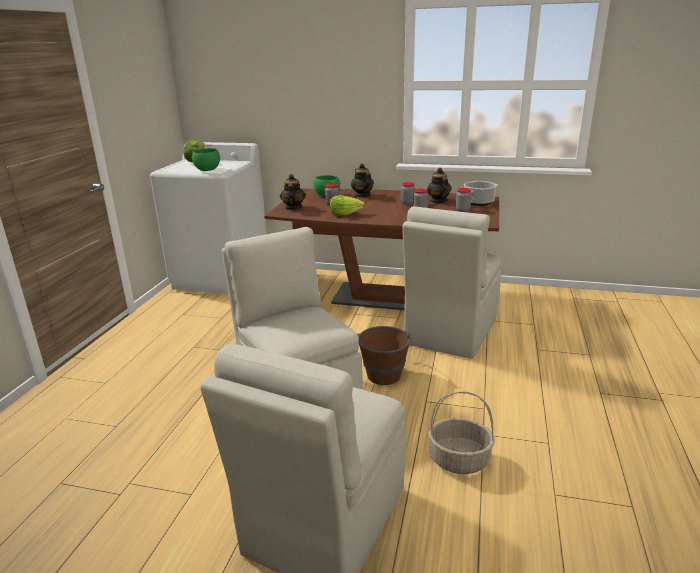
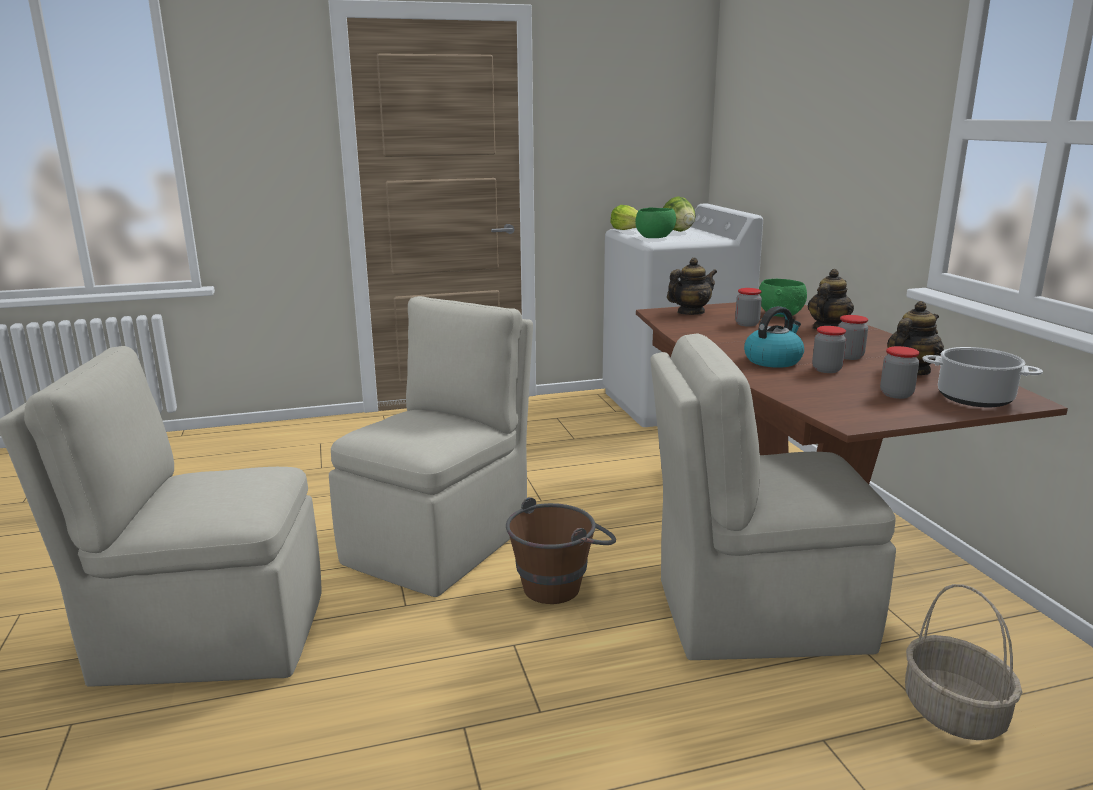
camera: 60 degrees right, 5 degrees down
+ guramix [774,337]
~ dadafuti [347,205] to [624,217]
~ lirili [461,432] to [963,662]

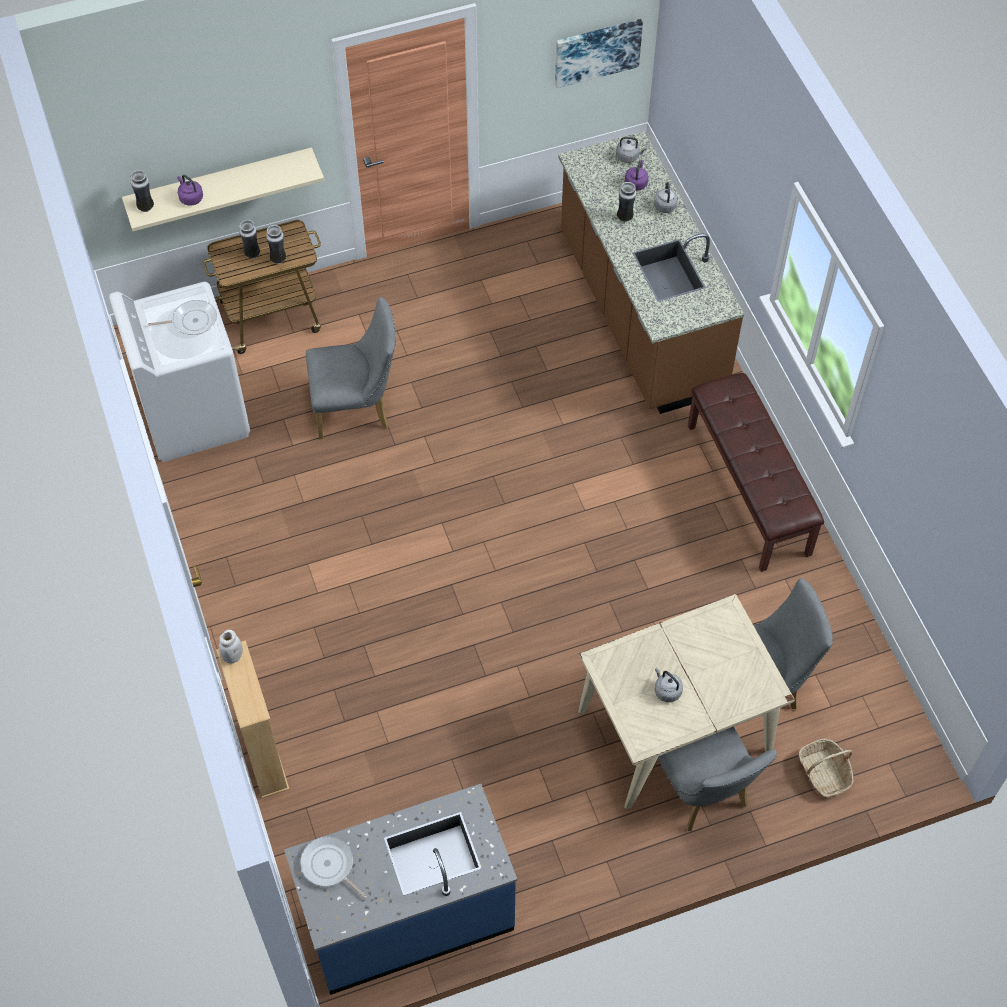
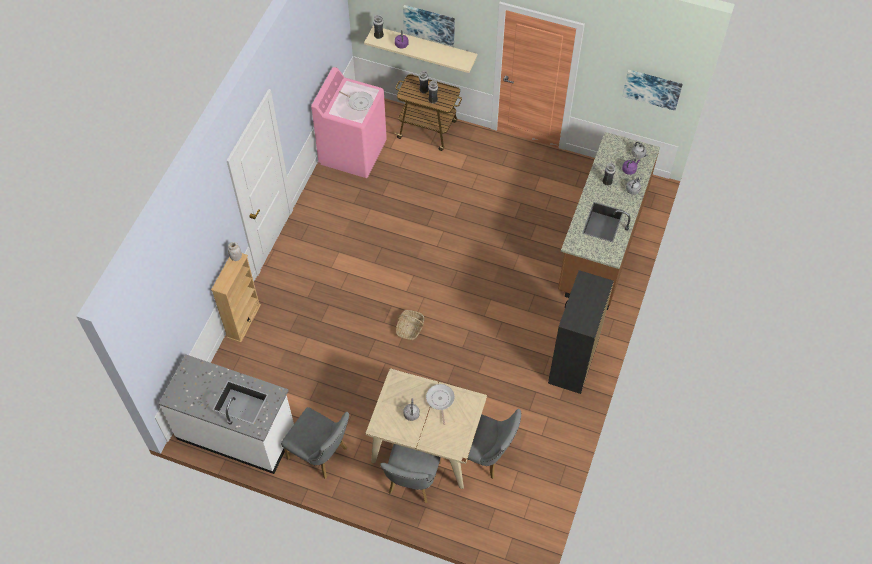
camera: 40 degrees right, 0 degrees up
+ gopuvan [429,25]
~ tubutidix [334,867] to [440,404]
~ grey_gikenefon [351,368] to [315,443]
~ lirili [826,768] to [410,325]
~ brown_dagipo [756,472] to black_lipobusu [581,332]
~ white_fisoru [179,372] to pink_fisoru [349,122]
~ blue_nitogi [400,889] to white_nitogi [226,414]

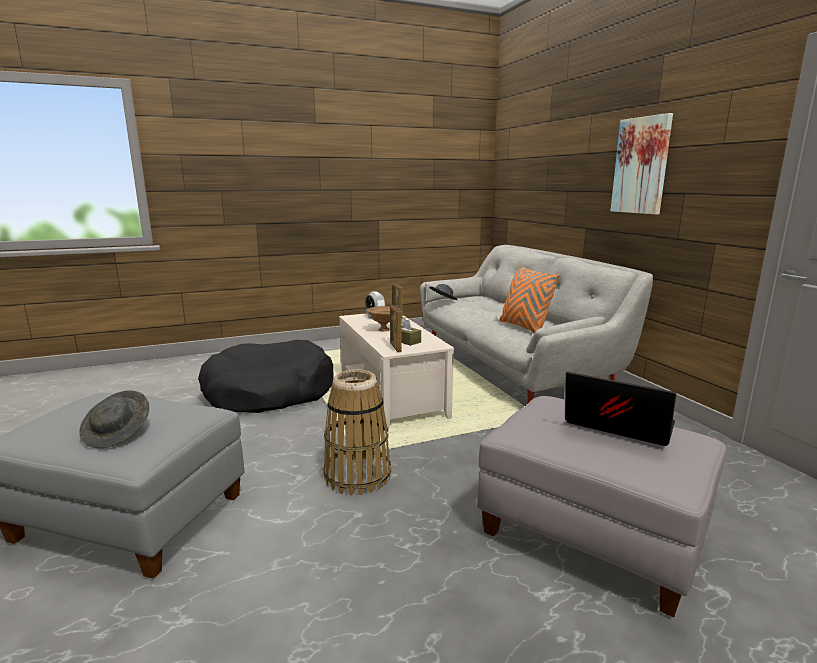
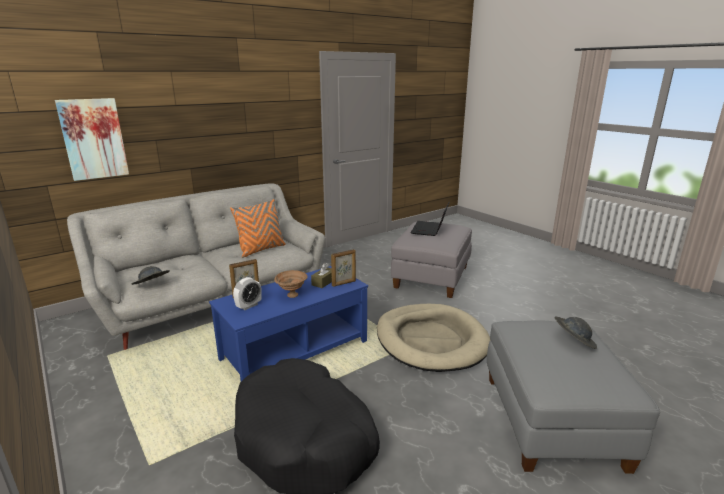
camera: 105 degrees left, 5 degrees up
~ gopuvan [642,164] to [92,139]
~ lirili [357,432] to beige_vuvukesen [433,338]
~ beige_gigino [396,372] to blue_gigino [288,323]

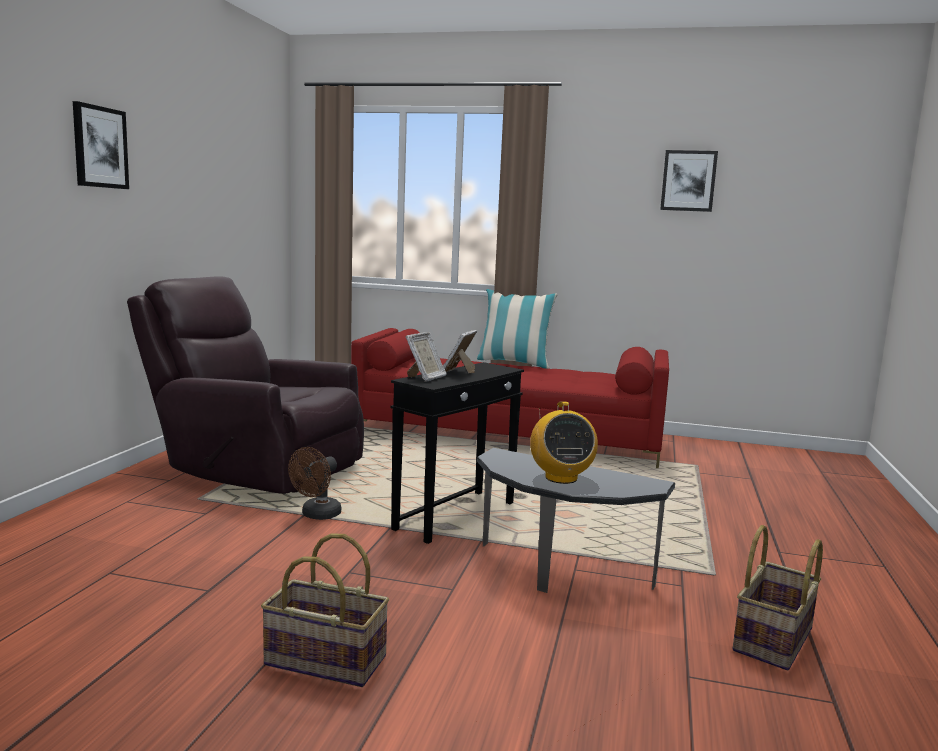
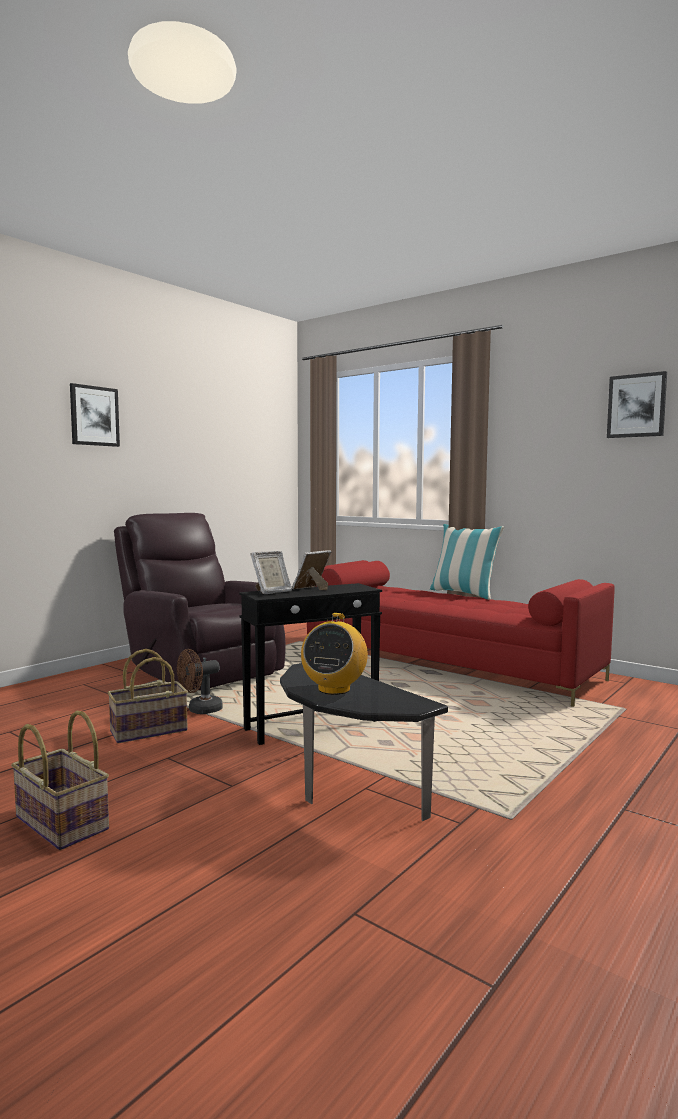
camera: 25 degrees right, 5 degrees down
~ lirili [778,597] to [148,696]

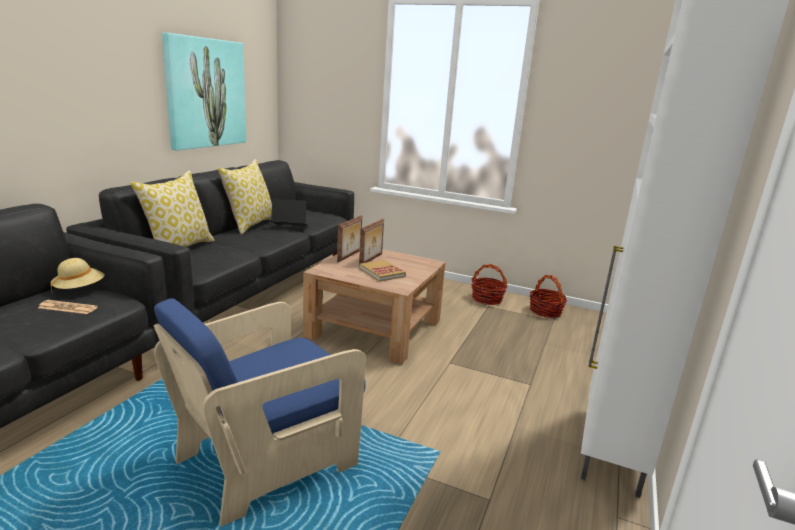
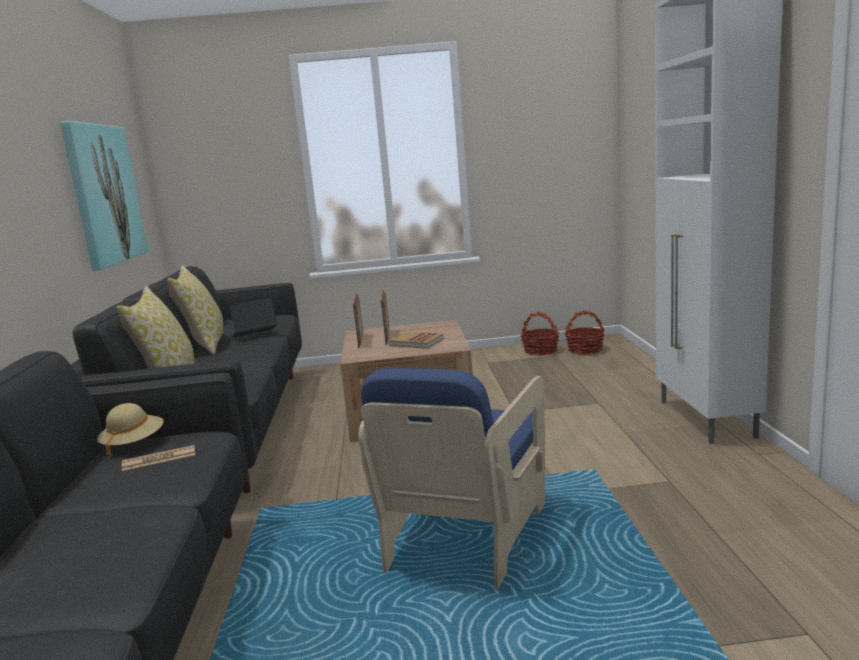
camera: 25 degrees left, 5 degrees down
~ lirili [489,284] to [585,332]

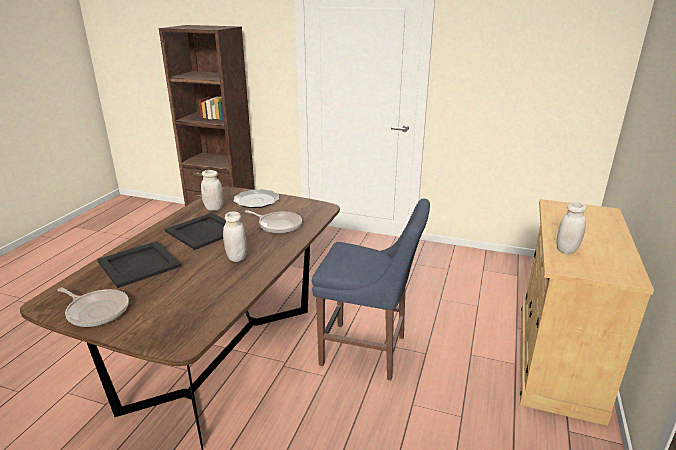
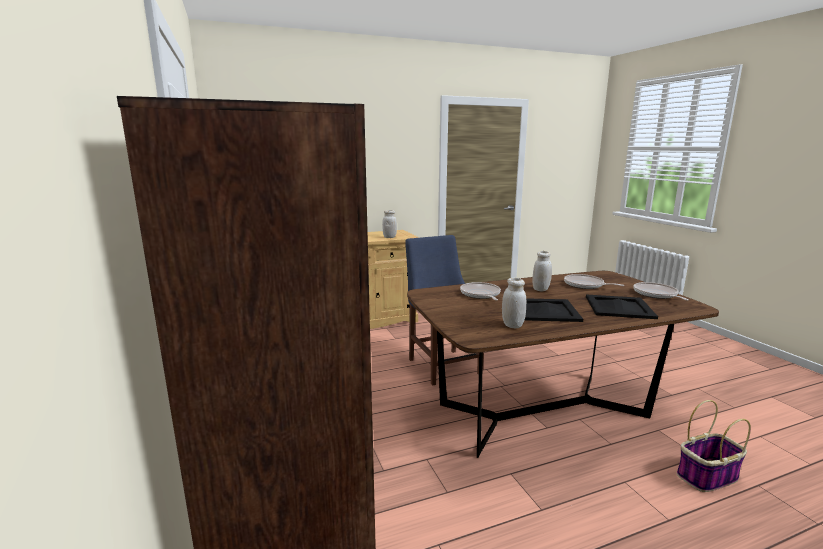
camera: 130 degrees left, 10 degrees down
- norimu [256,198]
+ tubutidix [594,281]
+ lirili [714,446]

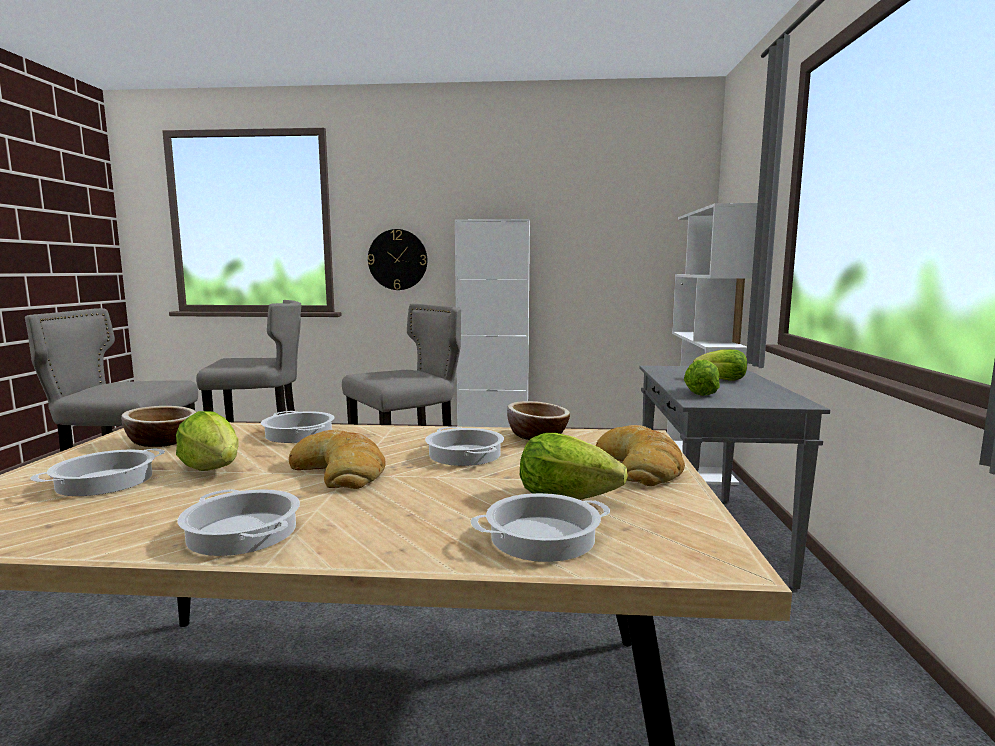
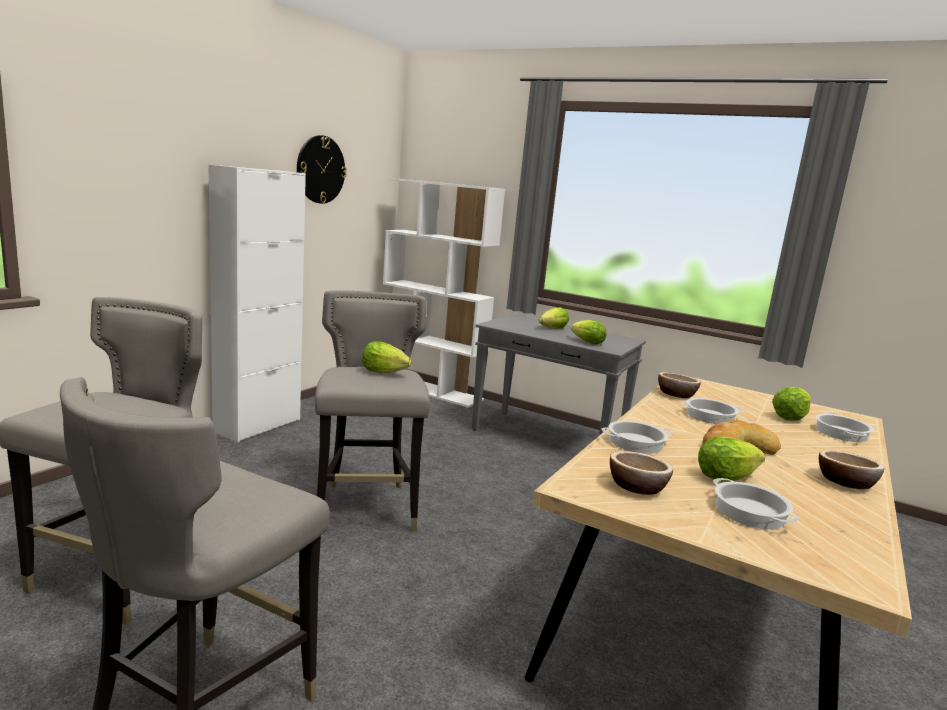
camera: 65 degrees left, 5 degrees up
- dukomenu [640,455]
+ dadafuti [386,357]
~ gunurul [397,259] to [321,169]
~ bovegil [239,522] to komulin [852,469]

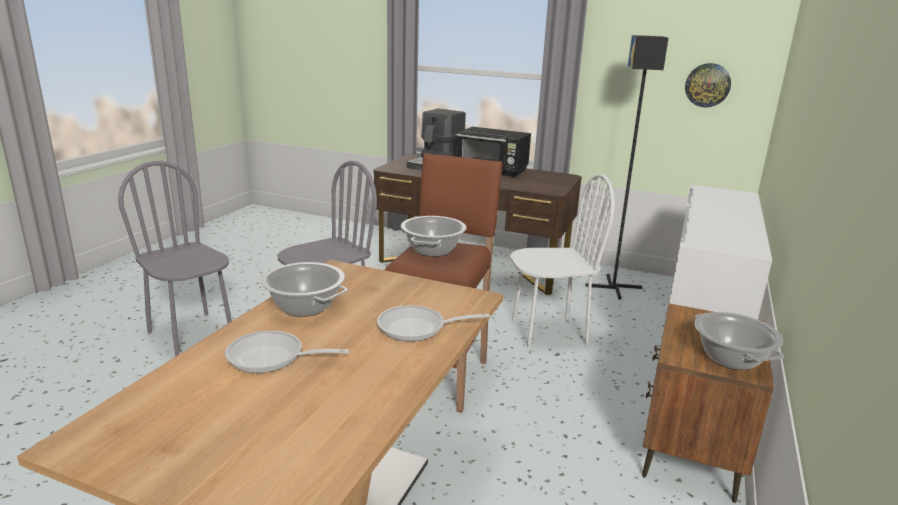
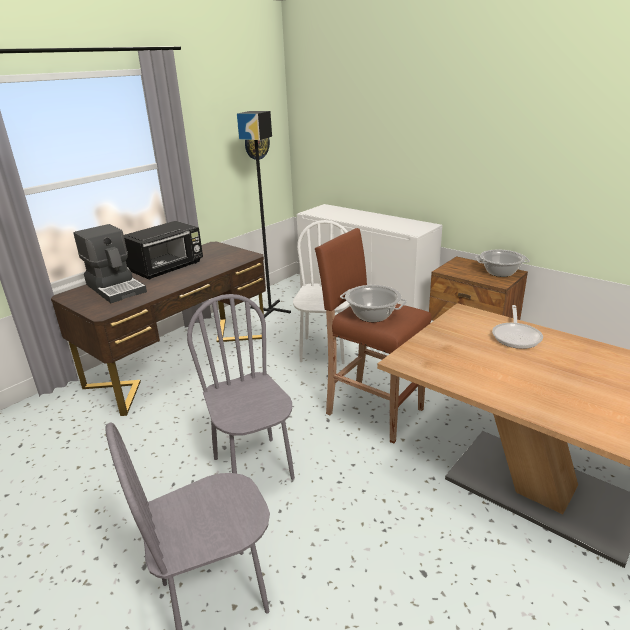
camera: 70 degrees left, 5 degrees up
- tubutidix [287,352]
- bovegil [304,289]

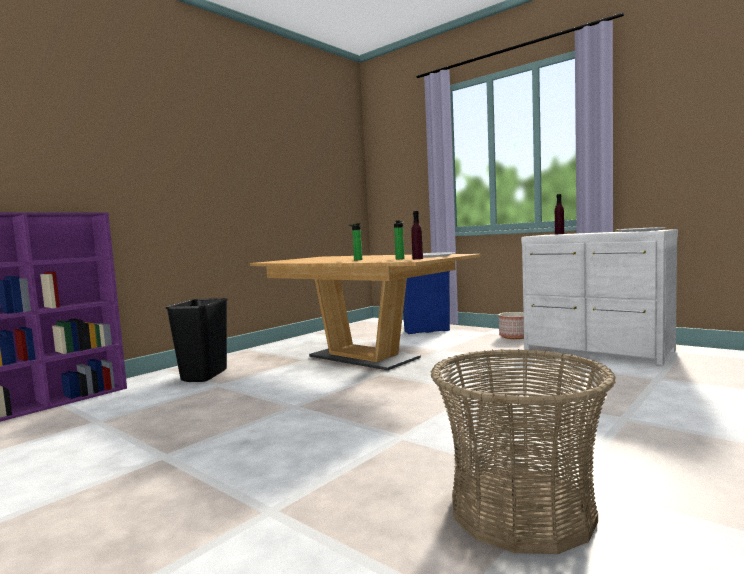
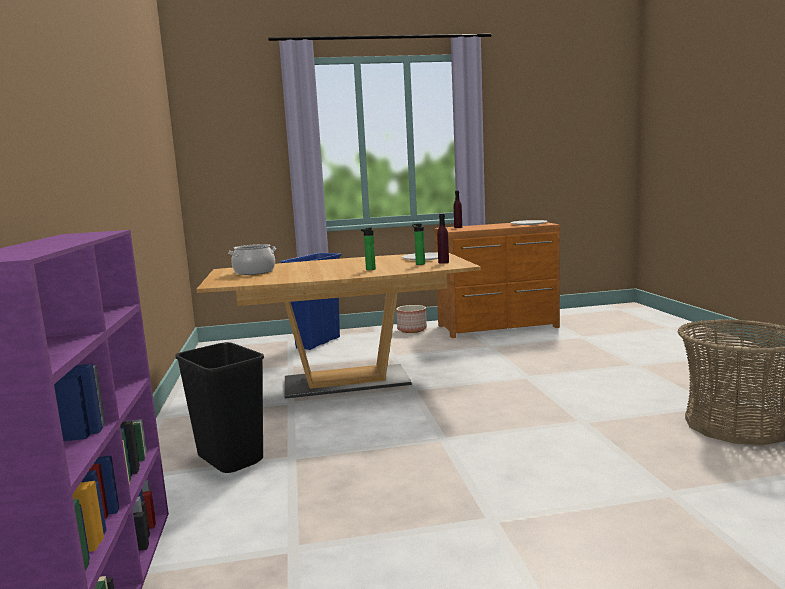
camera: 50 degrees left, 5 degrees up
+ bovegil [252,259]
~ white_lipobusu [599,297] to brown_lipobusu [497,280]

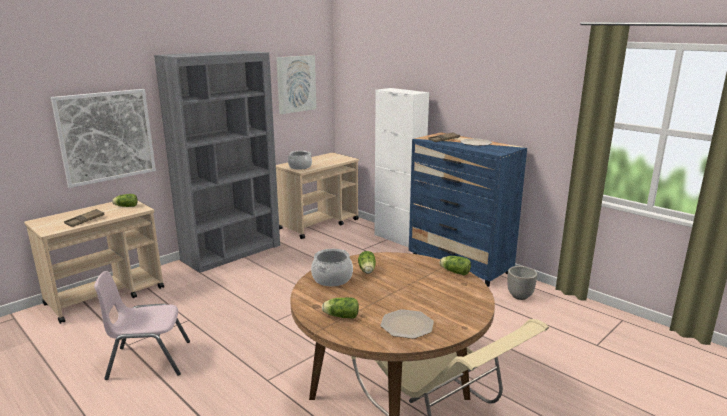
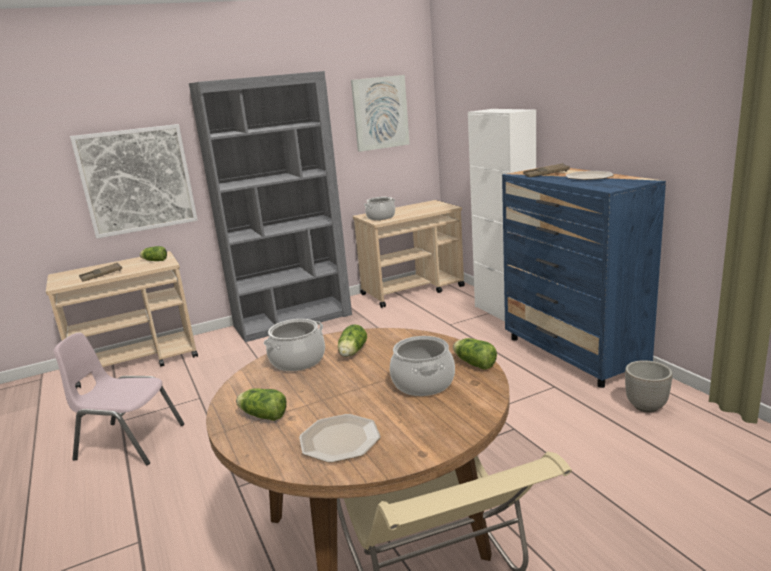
camera: 20 degrees right, 0 degrees up
+ bovegil [422,366]

